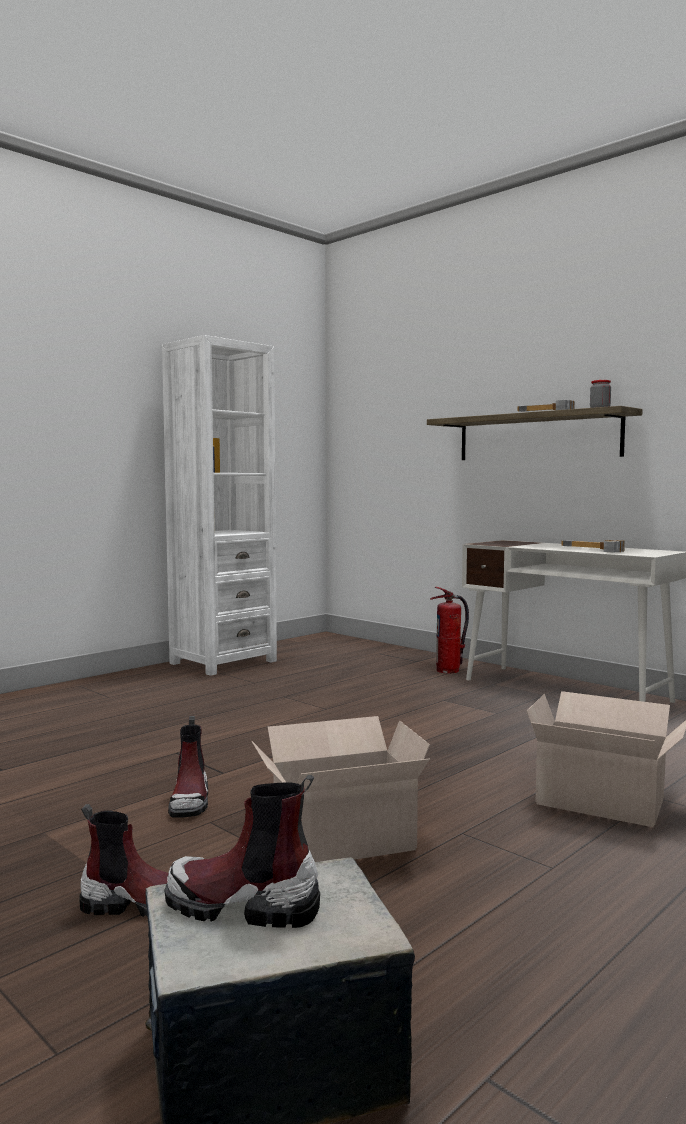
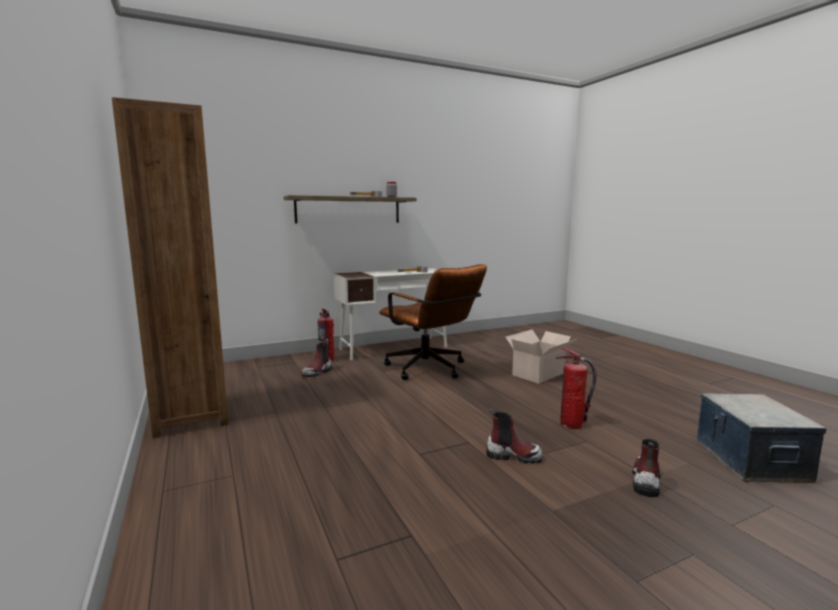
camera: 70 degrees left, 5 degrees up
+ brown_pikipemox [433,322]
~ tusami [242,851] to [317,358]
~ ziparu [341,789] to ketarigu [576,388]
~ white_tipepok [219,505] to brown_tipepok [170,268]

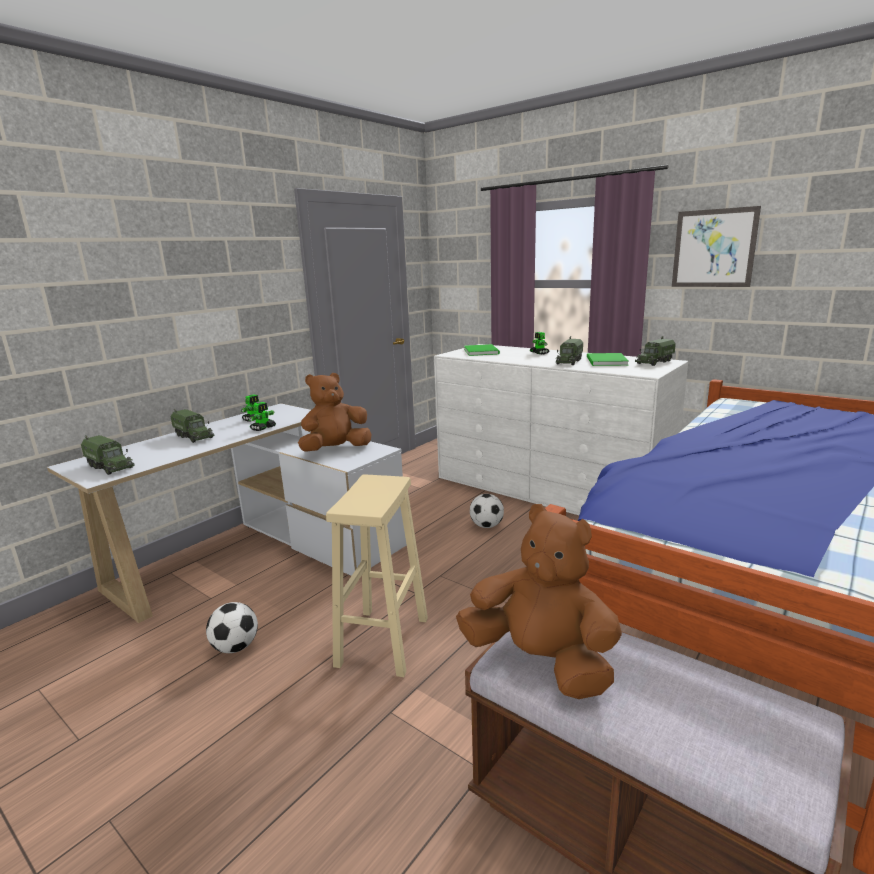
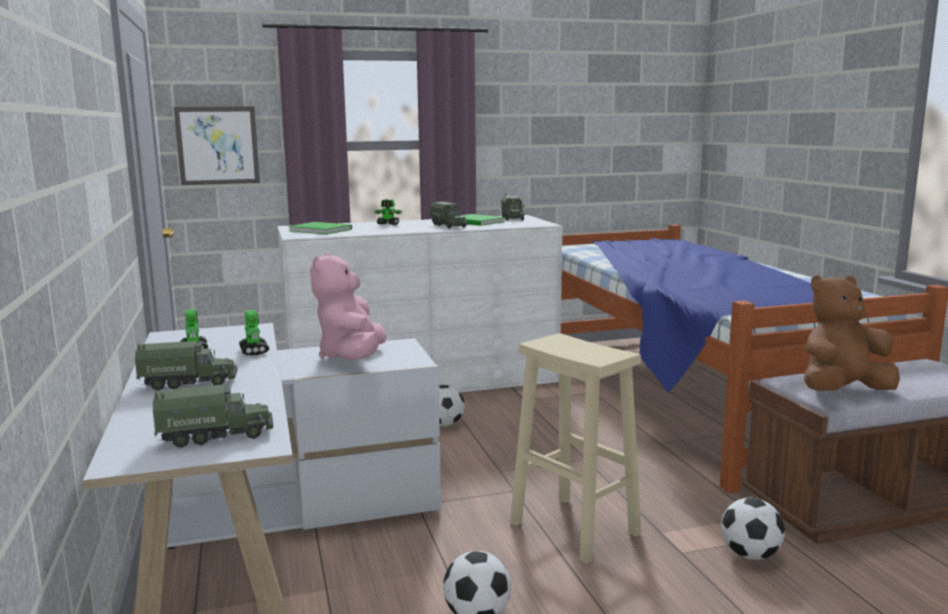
camera: 55 degrees left, 5 degrees down
+ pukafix [753,529]
~ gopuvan [716,246] to [217,145]
~ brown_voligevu [335,412] to pink_voligevu [348,306]

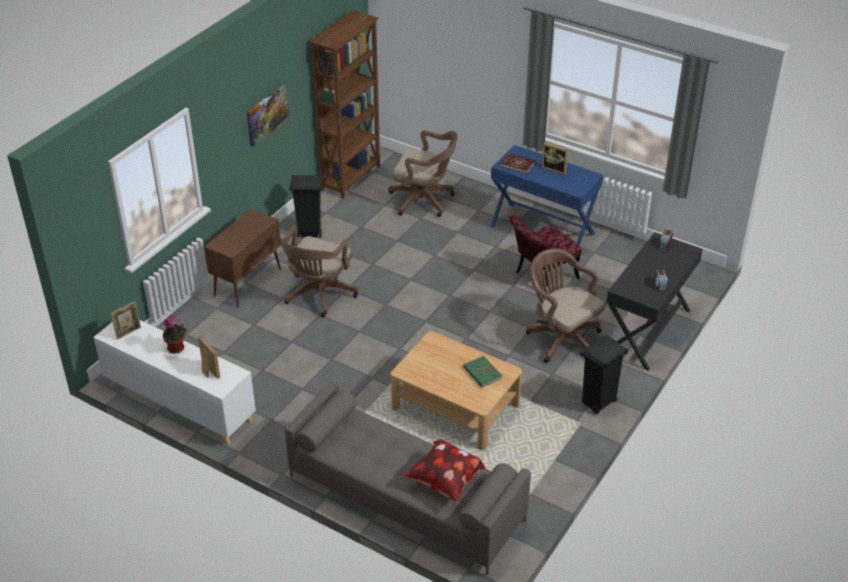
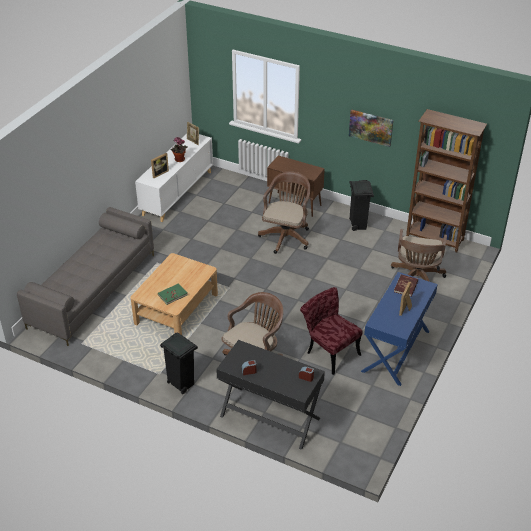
camera: 85 degrees right, 0 degrees up
- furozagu [445,470]
~ brown_pikipemox [319,271] = [284,212] 90 degrees clockwise

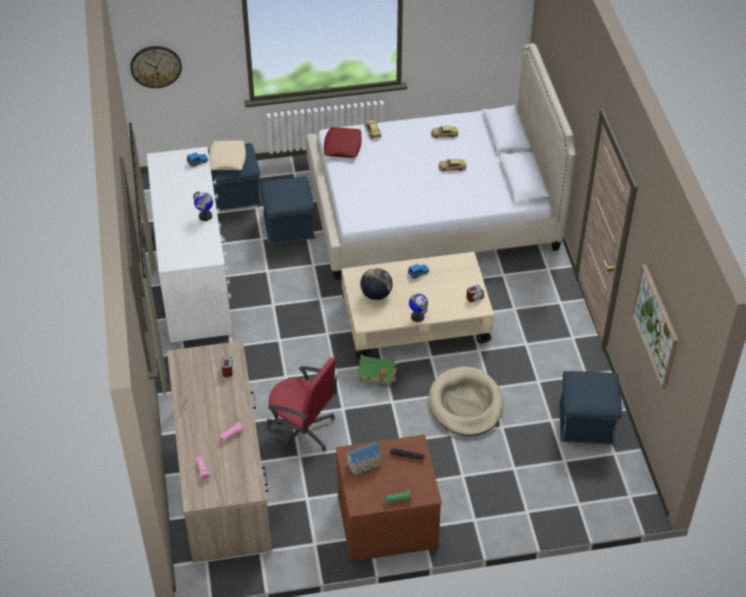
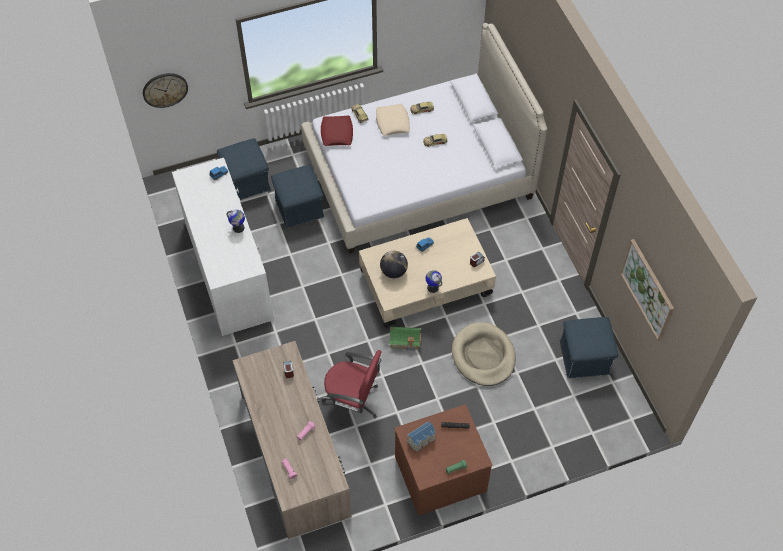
camera: 10 degrees left, 10 degrees up
~ beige_furozagu [227,155] to [393,120]

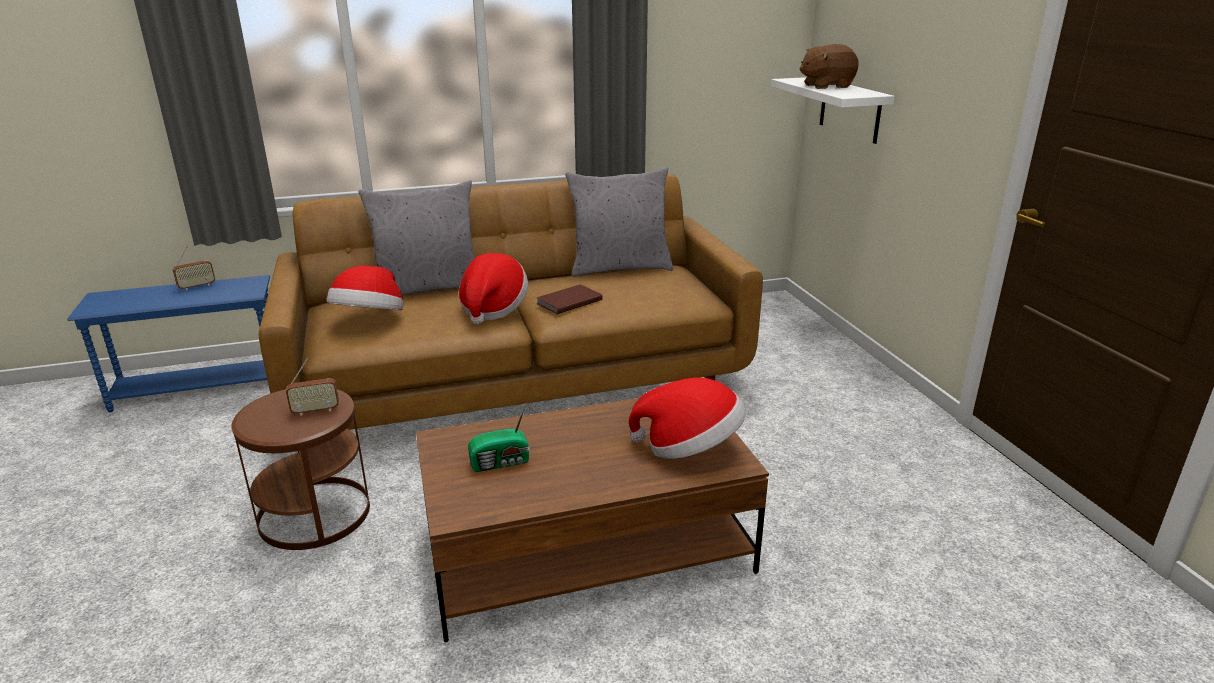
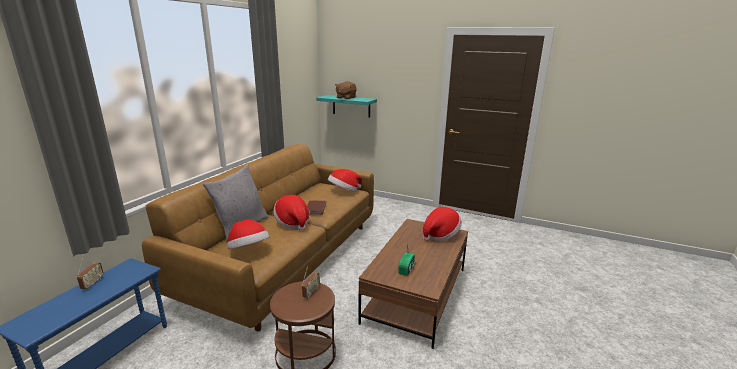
camera: 50 degrees left, 5 degrees down
- grey_furozagu [619,222]
+ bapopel [345,180]
~ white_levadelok [833,110] to turquoise_levadelok [346,106]

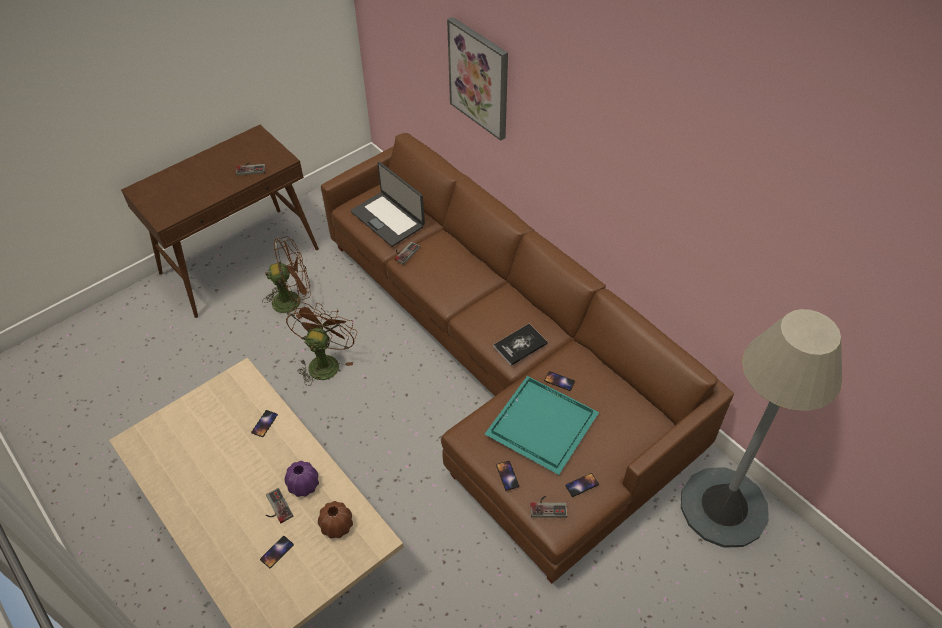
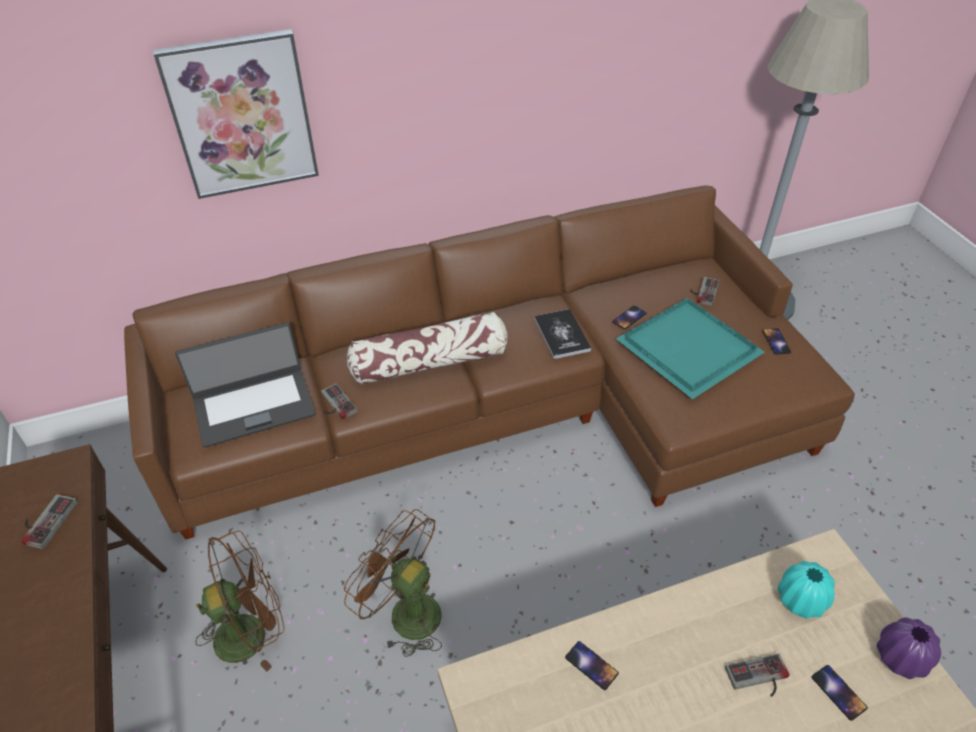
camera: 70 degrees left, 5 degrees down
- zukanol [507,476]
+ furozagu [427,348]
~ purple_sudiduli [302,479] to [908,648]
~ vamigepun [549,507] to [704,291]
~ brown_sudiduli [335,520] to turquoise_sudiduli [806,590]
~ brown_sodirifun [287,277] = [240,601] 60 degrees clockwise

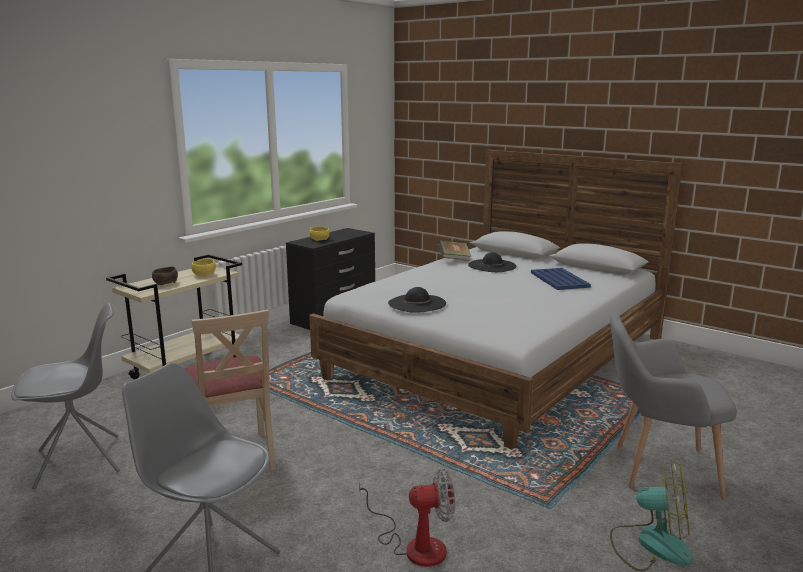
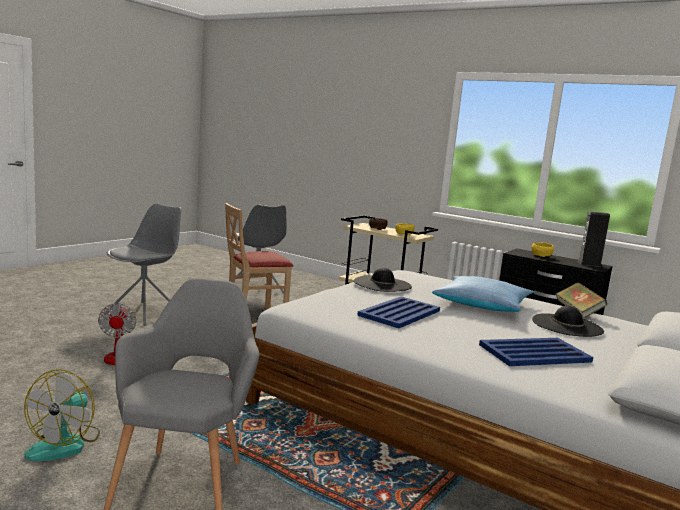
camera: 85 degrees right, 5 degrees down
+ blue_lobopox [398,312]
+ furozagu [483,294]
+ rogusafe [594,239]

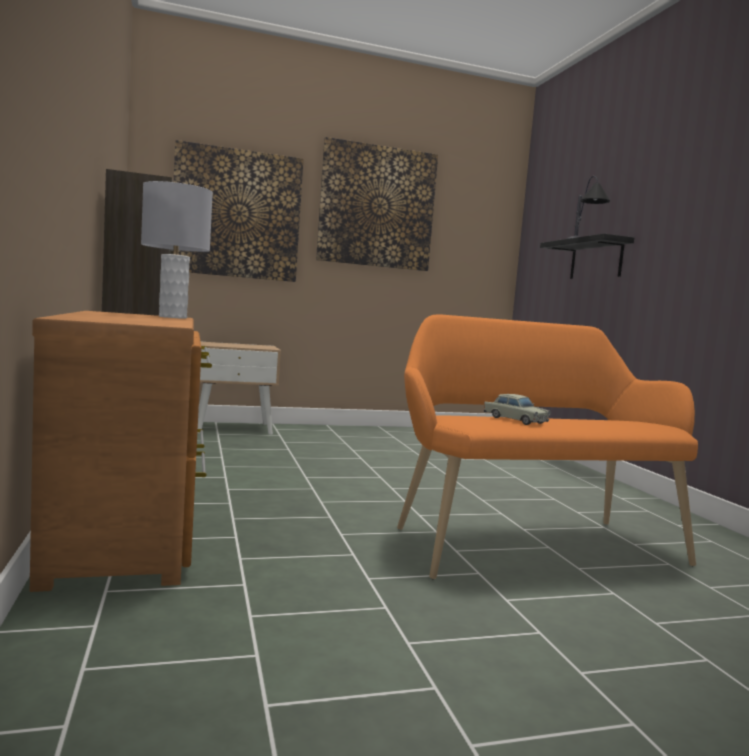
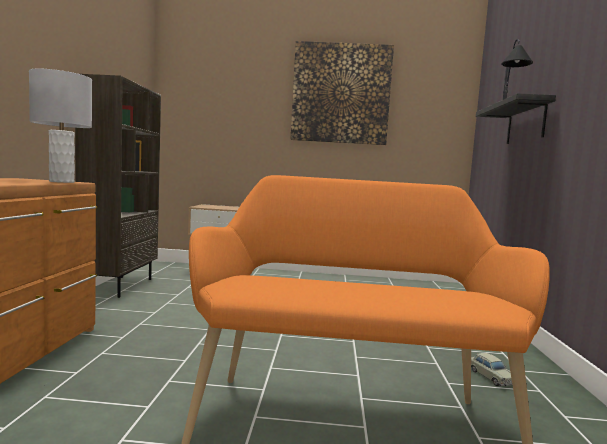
camera: 20 degrees right, 0 degrees up
- gopuvan [239,211]
~ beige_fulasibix [517,409] to [491,369]

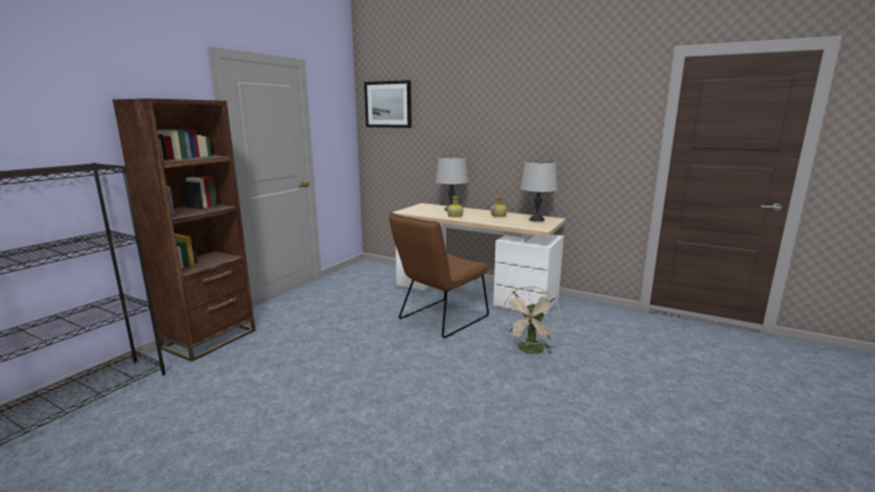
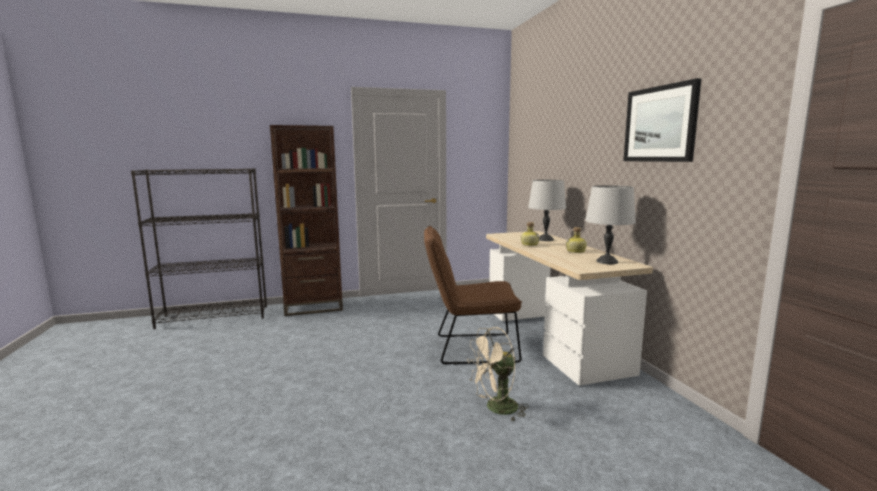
camera: 45 degrees right, 5 degrees down
~ gopuvan [388,104] to [662,120]

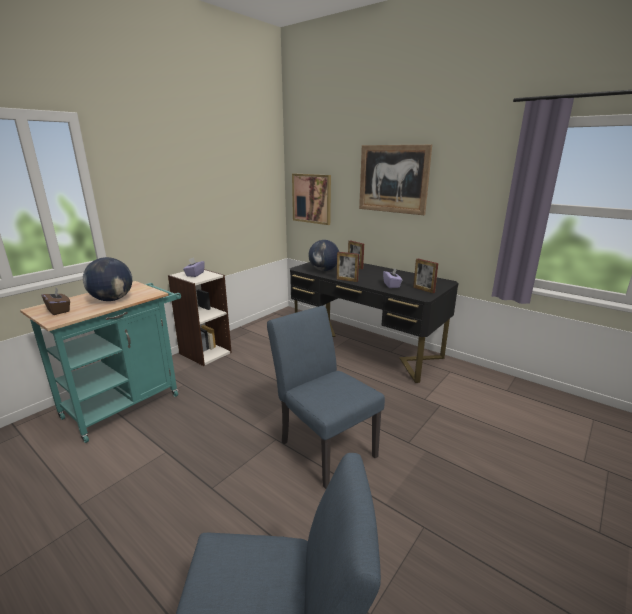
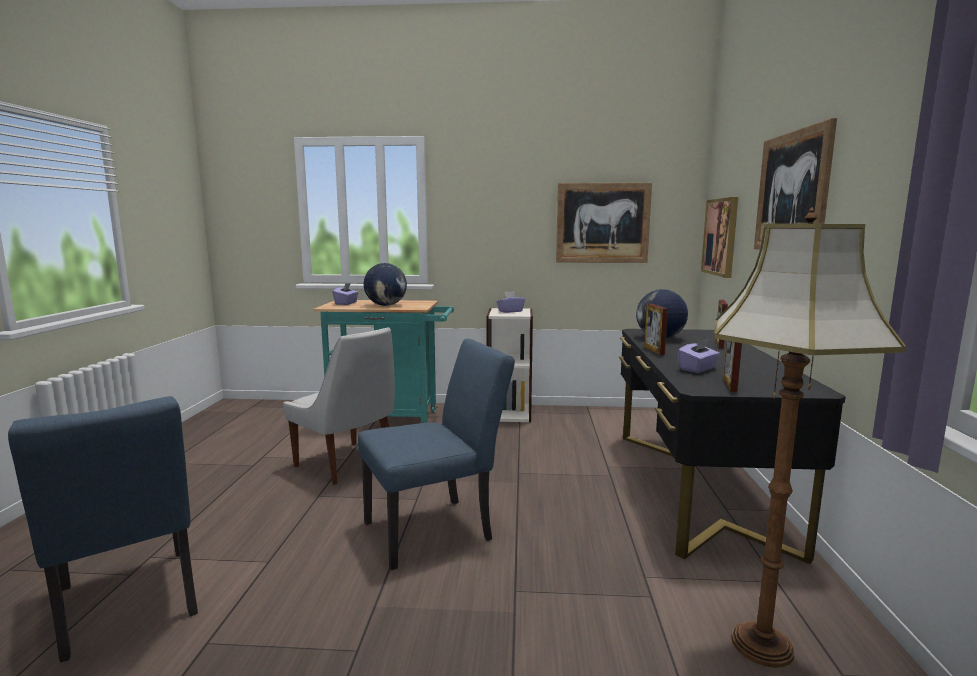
camera: 55 degrees right, 10 degrees down
+ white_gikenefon [339,406]
+ gopuvan [604,223]
+ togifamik [810,437]
~ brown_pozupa [56,301] to purple_pozupa [345,294]
~ blue_gikenefon [326,397] = [436,454] 45 degrees clockwise

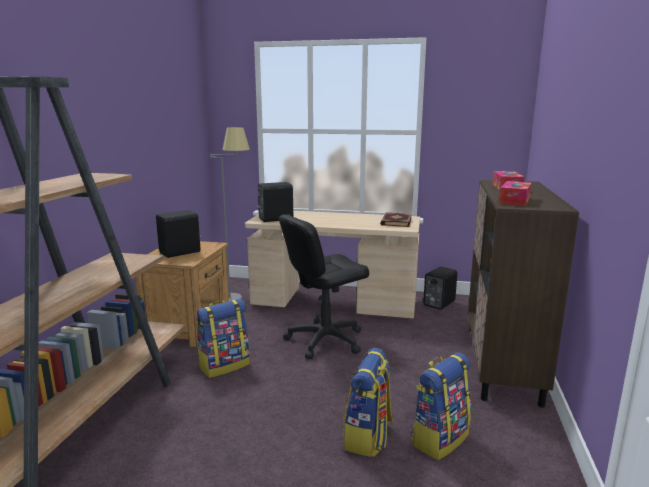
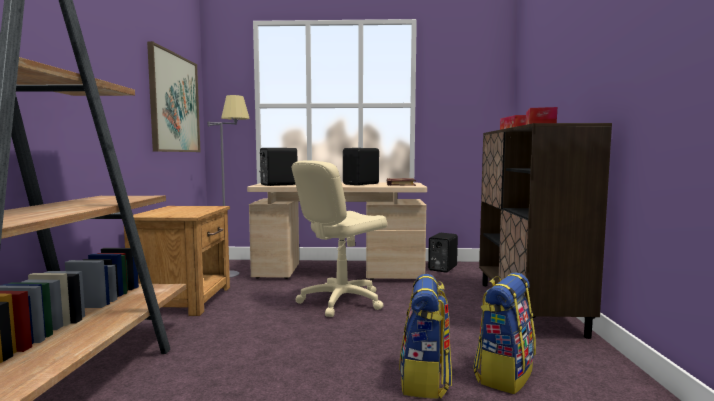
camera: 10 degrees left, 10 degrees down
- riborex [223,338]
+ gopuvan [174,96]
~ black_rogusafe [178,234] to [361,166]
~ black_pikipemox [324,286] to beige_pikipemox [339,238]

